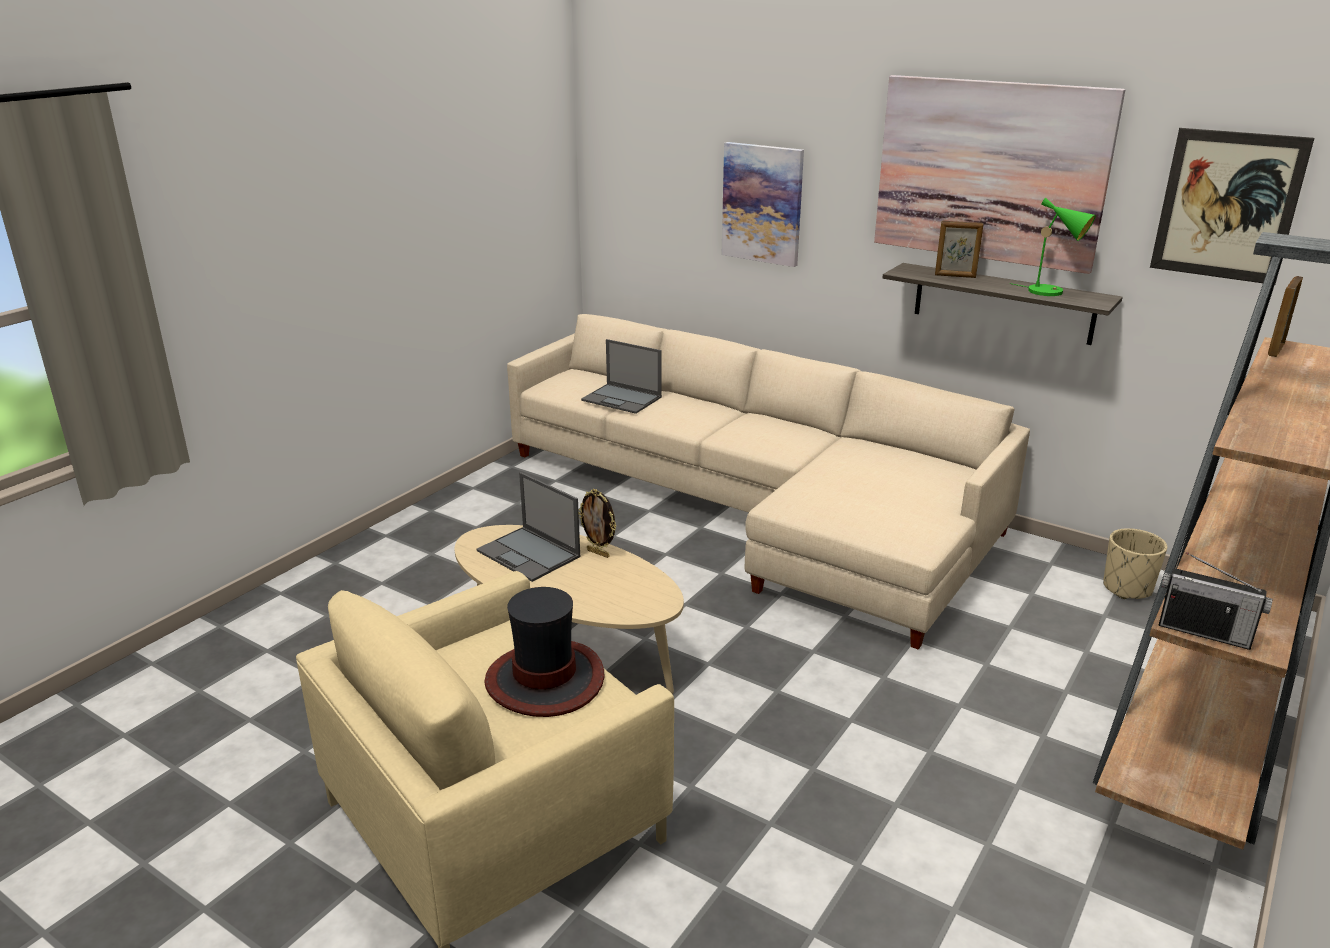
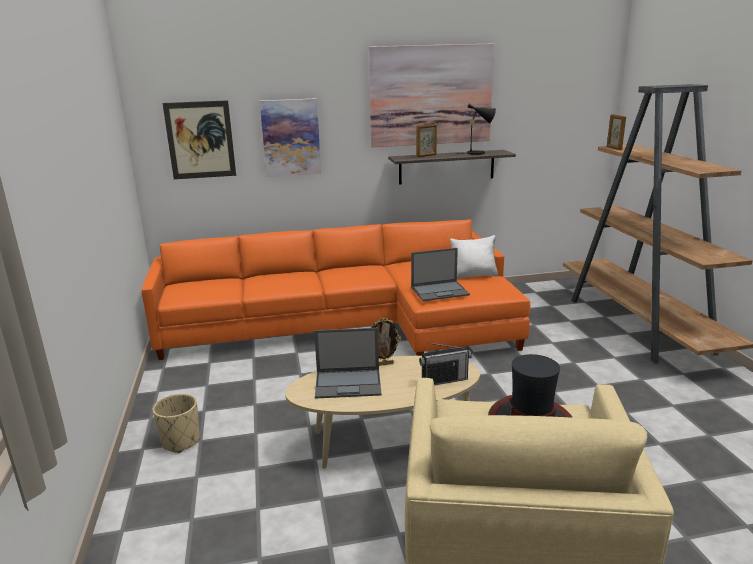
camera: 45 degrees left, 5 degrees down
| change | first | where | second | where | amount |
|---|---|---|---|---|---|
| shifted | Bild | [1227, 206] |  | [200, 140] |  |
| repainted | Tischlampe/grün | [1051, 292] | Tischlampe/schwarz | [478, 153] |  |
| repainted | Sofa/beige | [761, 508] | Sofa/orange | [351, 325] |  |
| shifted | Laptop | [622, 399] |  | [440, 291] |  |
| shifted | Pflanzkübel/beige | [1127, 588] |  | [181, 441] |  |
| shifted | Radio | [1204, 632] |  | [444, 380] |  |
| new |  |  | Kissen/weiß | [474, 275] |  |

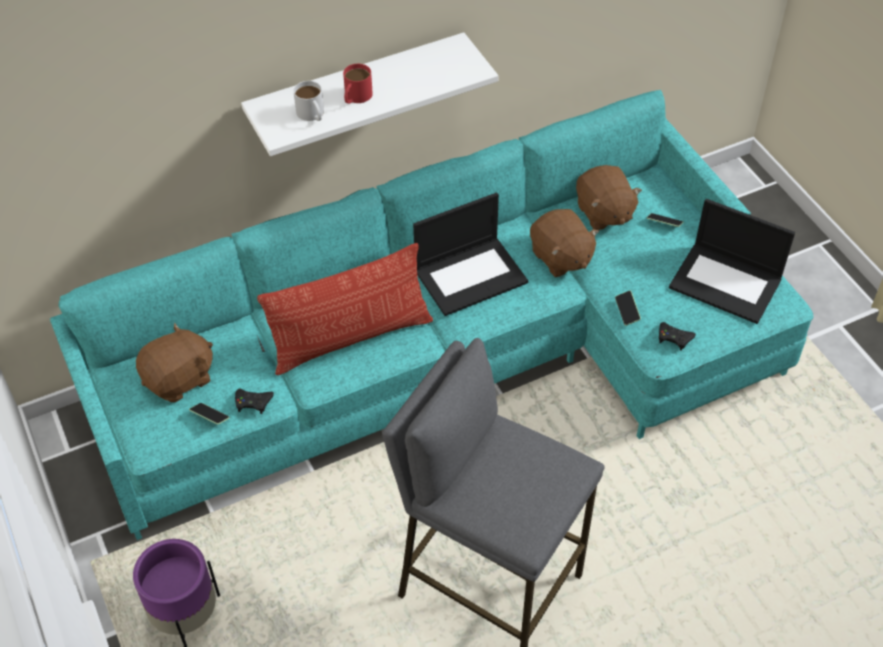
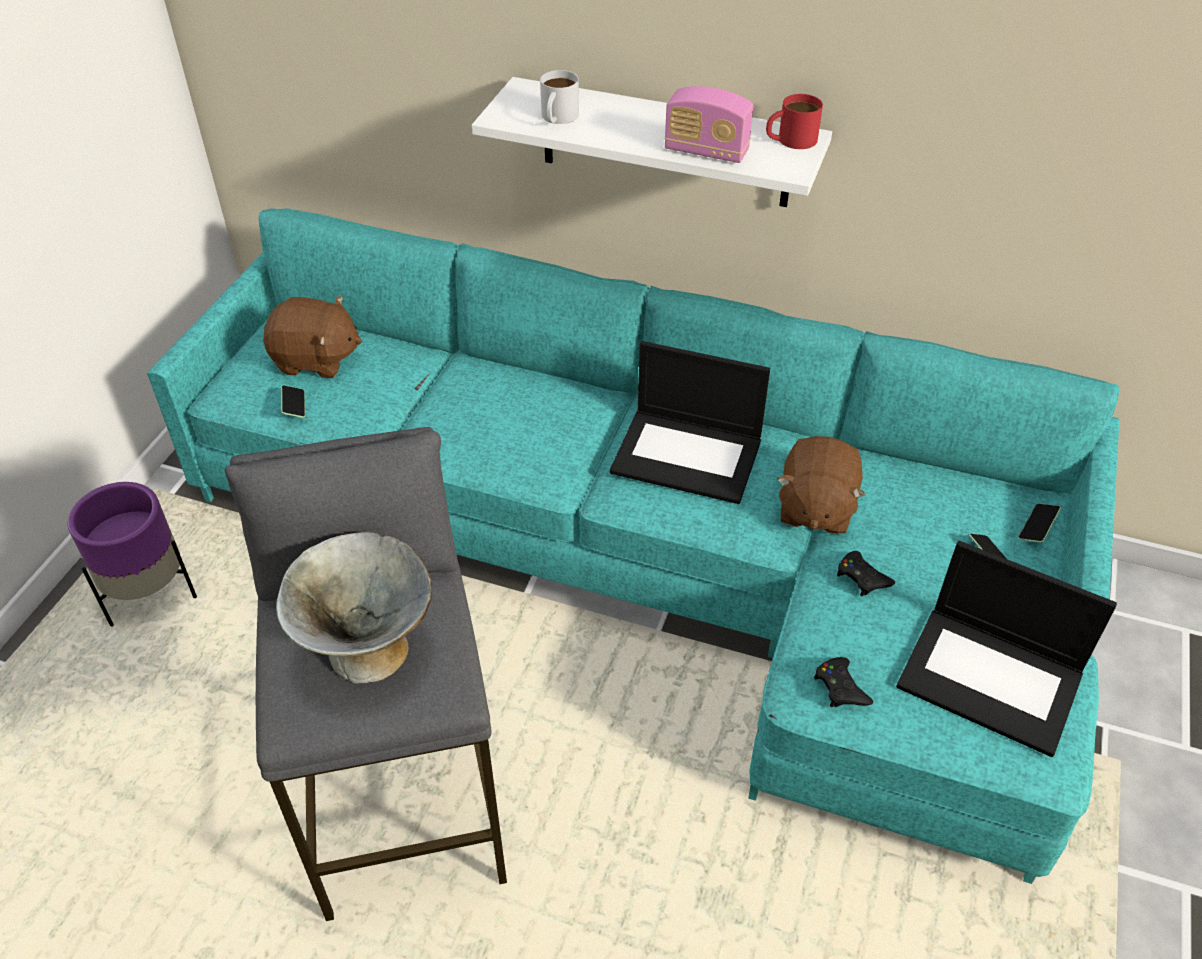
camera: 45 degrees right, 5 degrees down
| change | first | where | second | where | amount |
|---|---|---|---|---|---|
| shifted | Henkelbecher/rot | [355, 97] |  | [790, 140] |  |
| gone | Plüschtier/braun | [603, 213] |  |  |  |
| rotated | Laptop | [727, 283] |  | [992, 679] | 45 degrees counterclockwise |
| gone | Kissen | [351, 338] |  |  |  |
| shifted | Handy | [627, 311] |  | [1037, 528] |  |
| shifted | Gamepad/schwarz | [253, 402] |  | [862, 577] |  |
| new |  |  | Radio | [706, 151] |  |
| new |  |  | Schüssel/grau | [369, 651] |  |

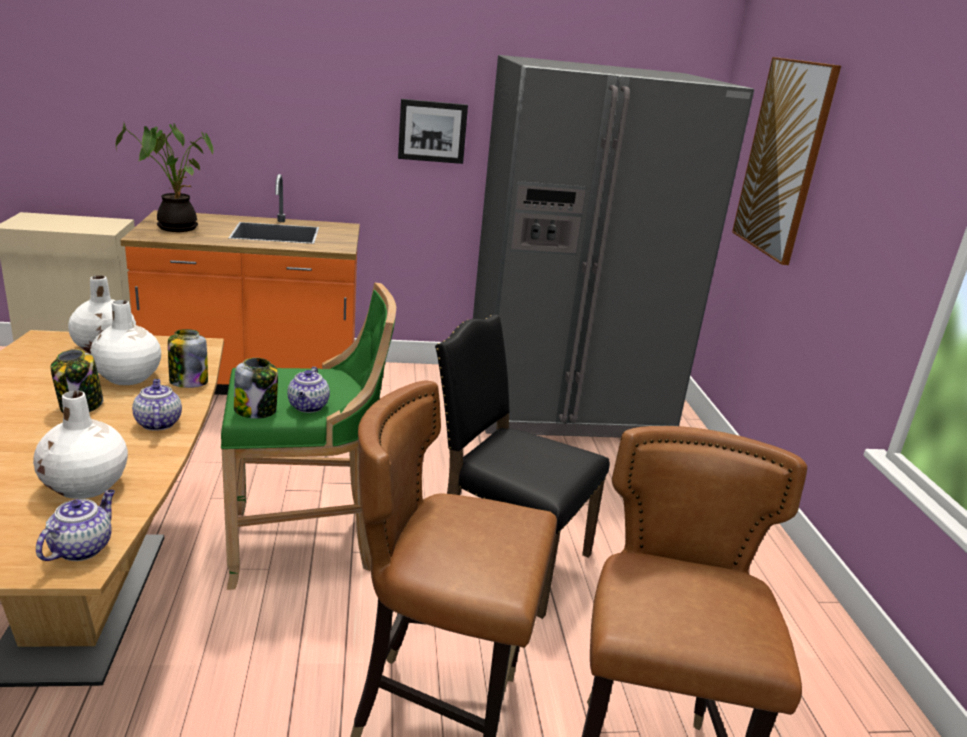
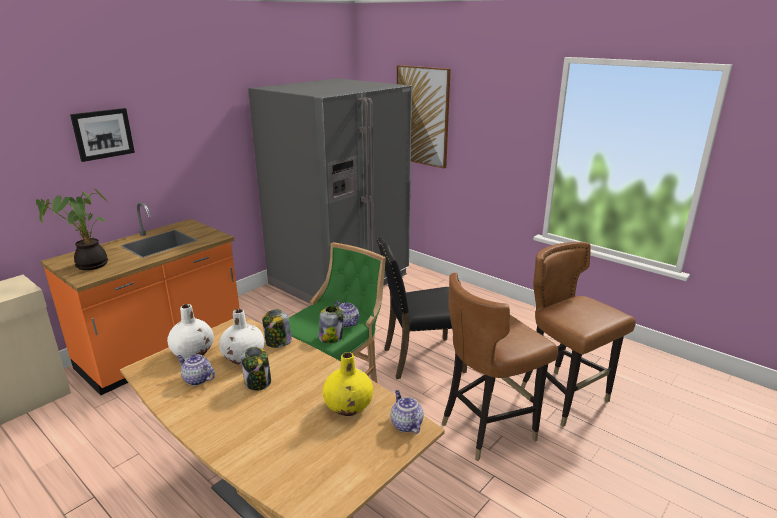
camera: 40 degrees left, 0 degrees up
| change | first | where | second | where | amount |
|---|---|---|---|---|---|
| shifted | Bild | [432, 131] |  | [103, 134] |  |
| shifted | Teekanne | [158, 423] |  | [197, 379] |  |
| repainted | Vase/weiß | [85, 486] | Vase/gelb | [349, 406] |  |

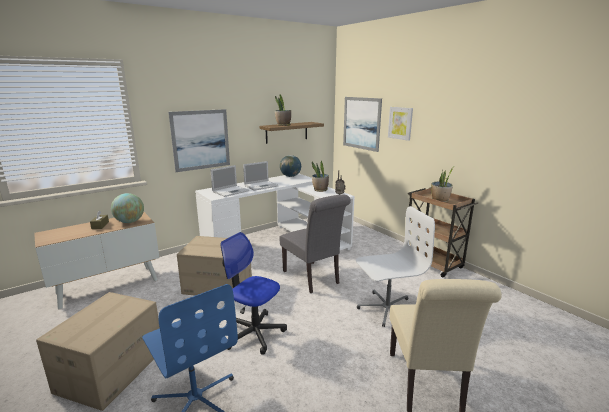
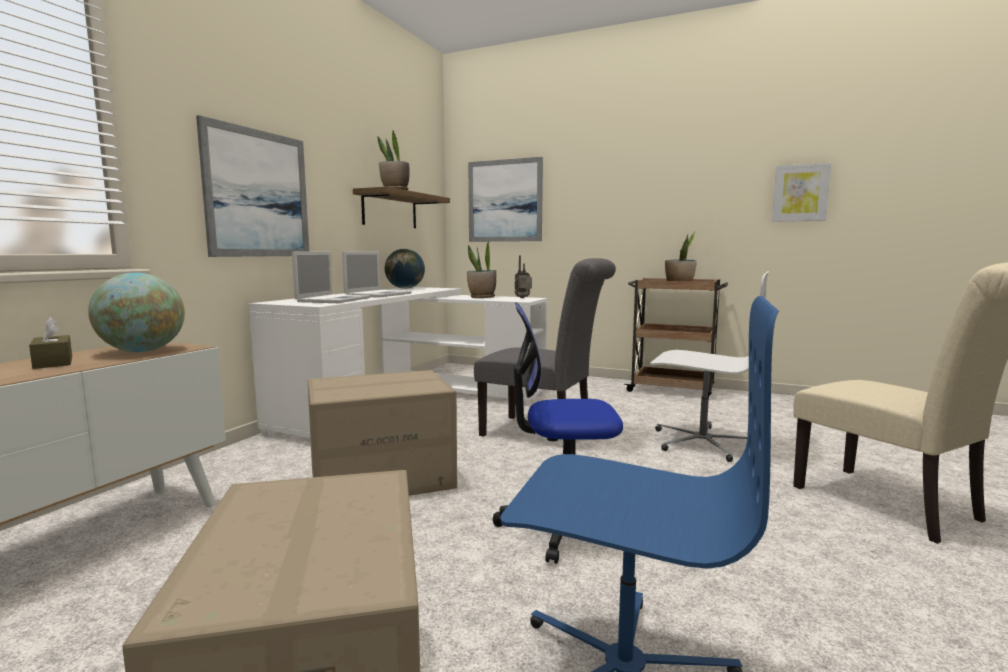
camera: 30 degrees left, 10 degrees down
| change | first | where | second | where | amount |
|---|---|---|---|---|---|
| shifted | Bild | [400, 123] |  | [800, 193] |  |
| rotated | Bürostuhl/weiß | [386, 308] |  | [701, 442] | 75 degrees clockwise |

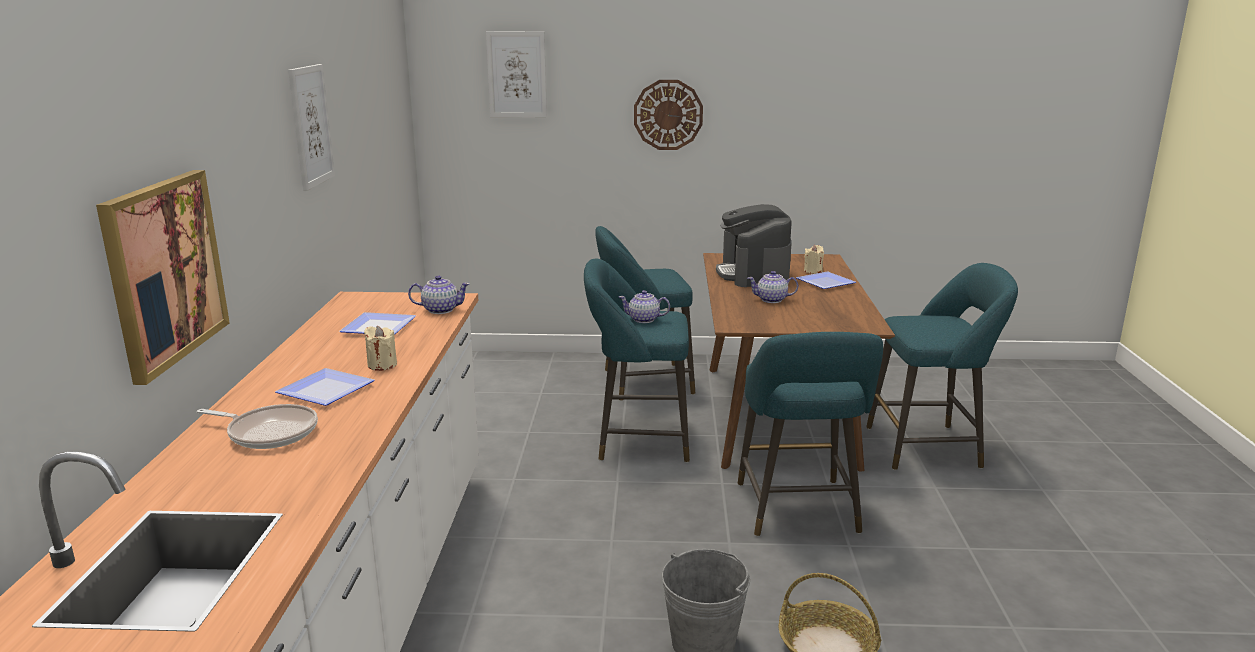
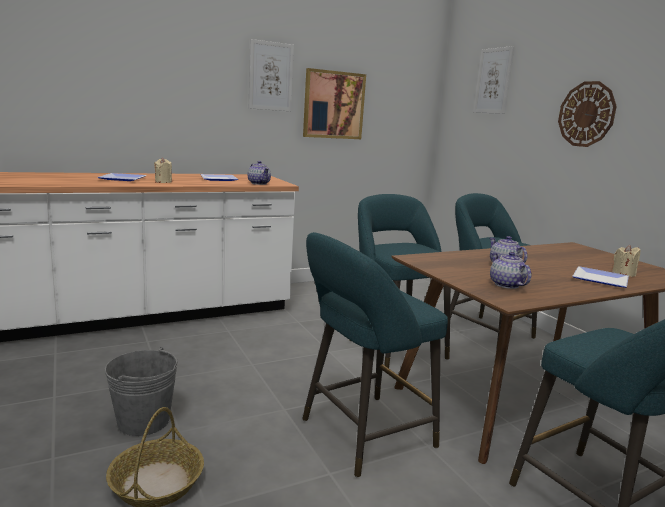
camera: 60 degrees right, 5 degrees down
| change | first | where | second | where | amount |
|---|---|---|---|---|---|
| shifted | Bild | [164, 271] |  | [333, 105] |  |
| gone | Kaffeemaschine | [753, 274] |  |  |  |
| shifted | Teekanne | [644, 319] |  | [506, 285] |  |
| gone | Pfanne | [269, 432] |  |  |  |

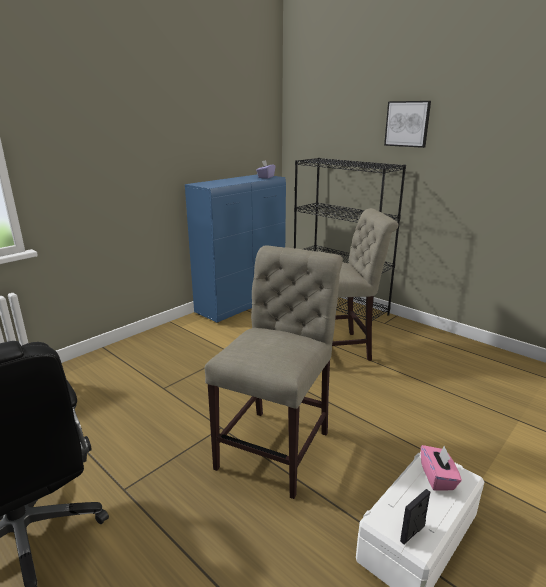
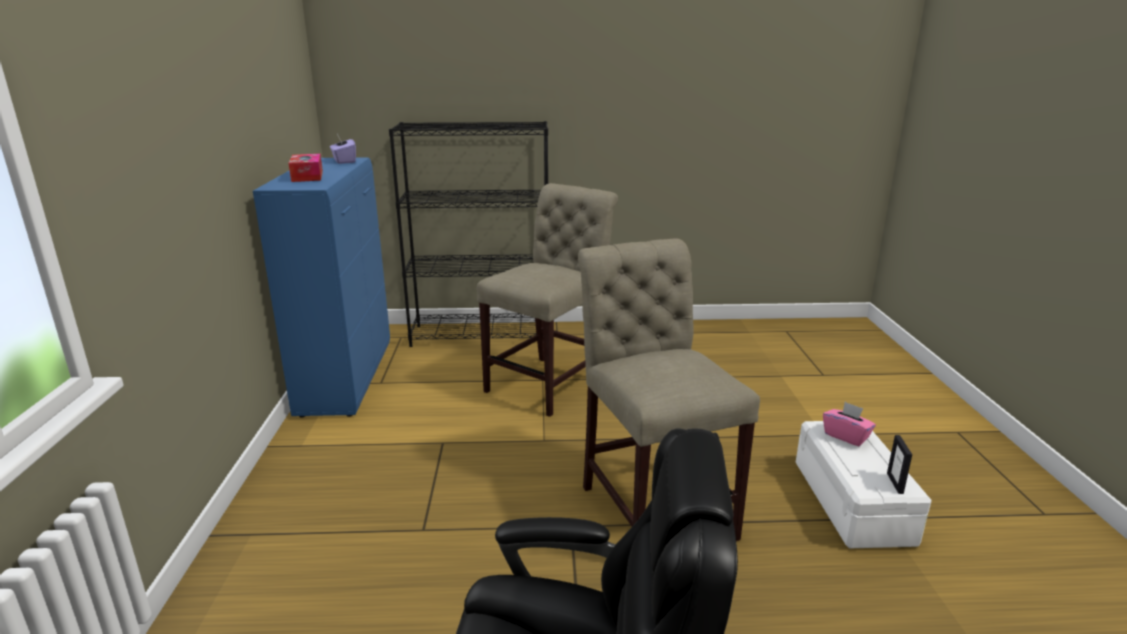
camera: 45 degrees left, 0 degrees up
| change | first | where | second | where | amount |
|---|---|---|---|---|---|
| gone | Bild | [407, 124] |  |  |  |
| new |  |  | Taschentuchbox | [307, 176] |  |

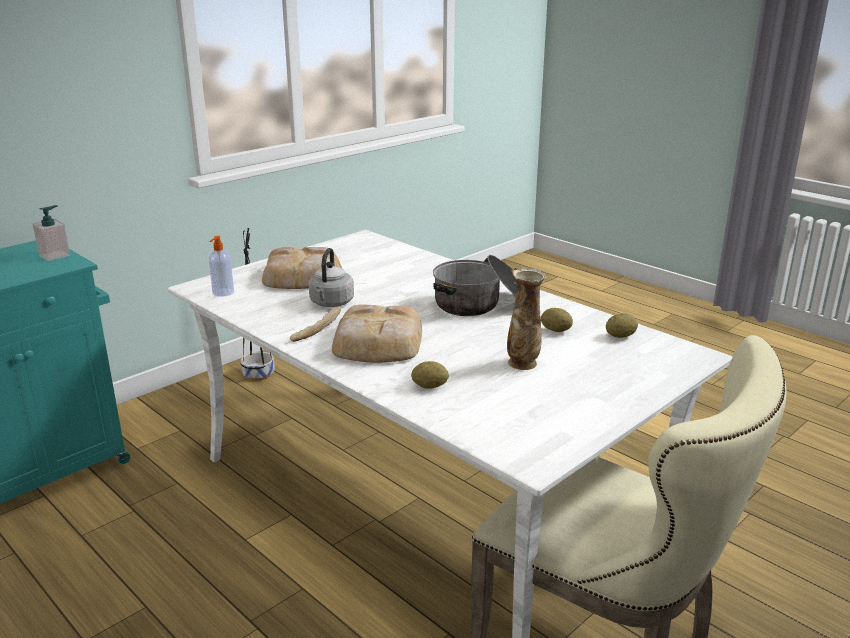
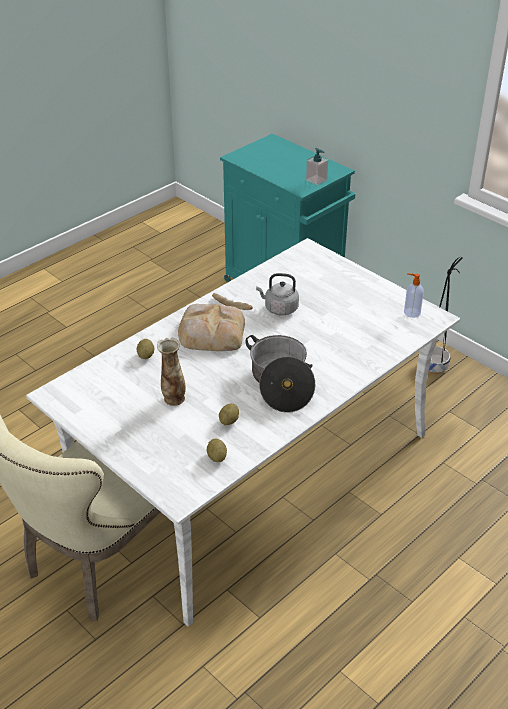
camera: 90 degrees right, 15 degrees up
| change | first | where | second | where | amount |
|---|---|---|---|---|---|
| shifted | Seifenspender | [222, 293] |  | [411, 312] |  |
| gone | Brot | [303, 276] |  |  |  |

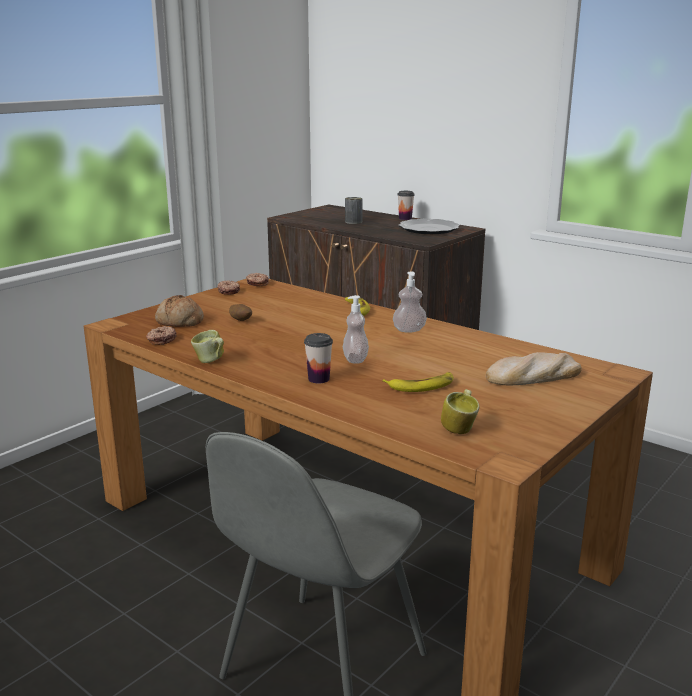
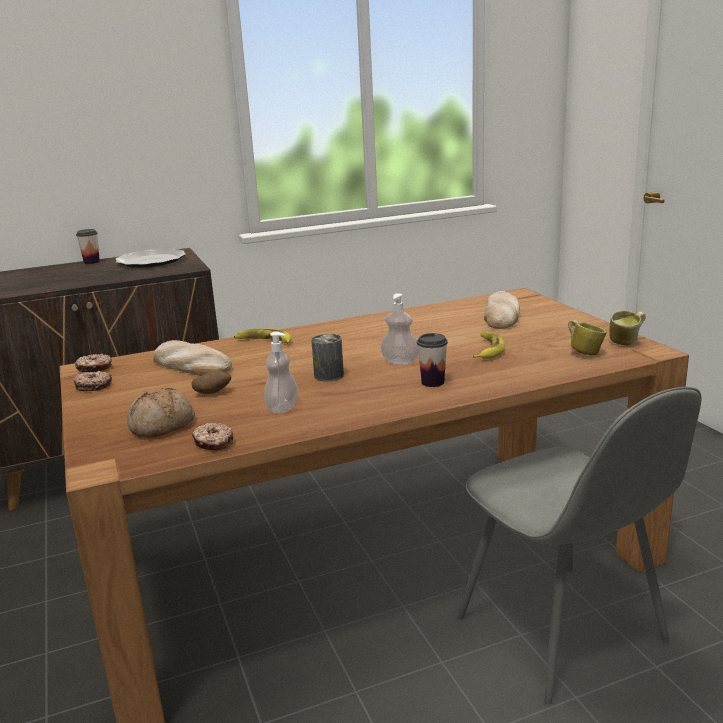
camera: 60 degrees left, 0 degrees up
| change | first | where | second | where | amount |
|---|---|---|---|---|---|
| shifted | Dose | [353, 222] |  | [329, 375] |  |
| shifted | Seifenspender | [409, 330] |  | [282, 408] |  |
| shifted | Henkelbecher | [210, 362] |  | [627, 342] |  |
| new |  |  | Brot | [190, 365] |  |

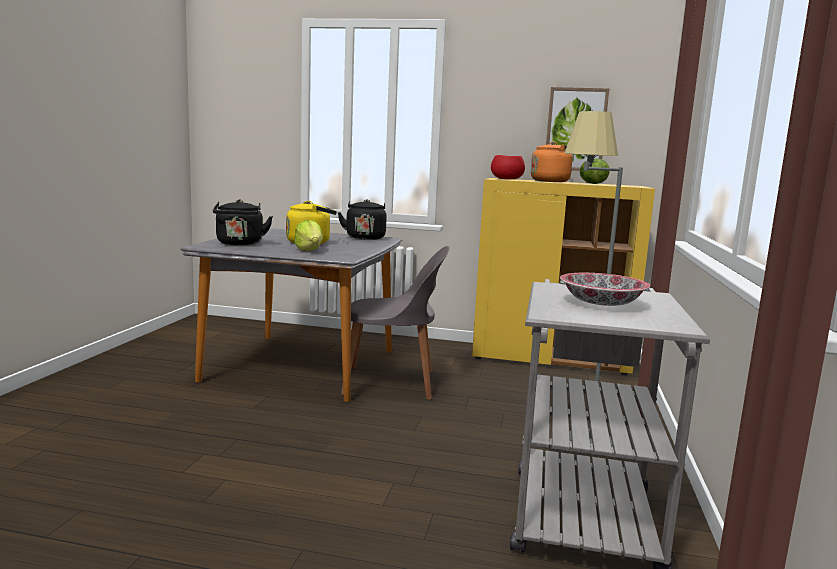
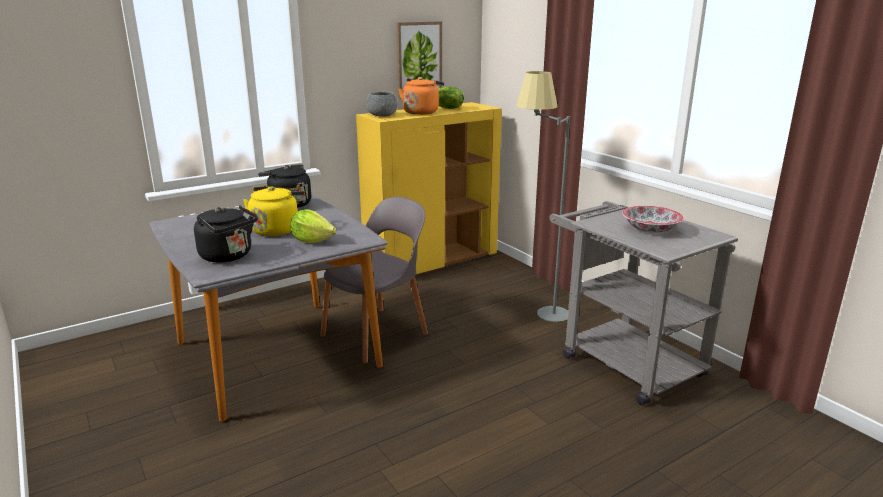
camera: 45 degrees left, 10 degrees up
| change | first | where | second | where | amount |
|---|---|---|---|---|---|
| repainted | Schüssel/rot | [507, 179] | Schüssel/grau | [382, 115] |  |

